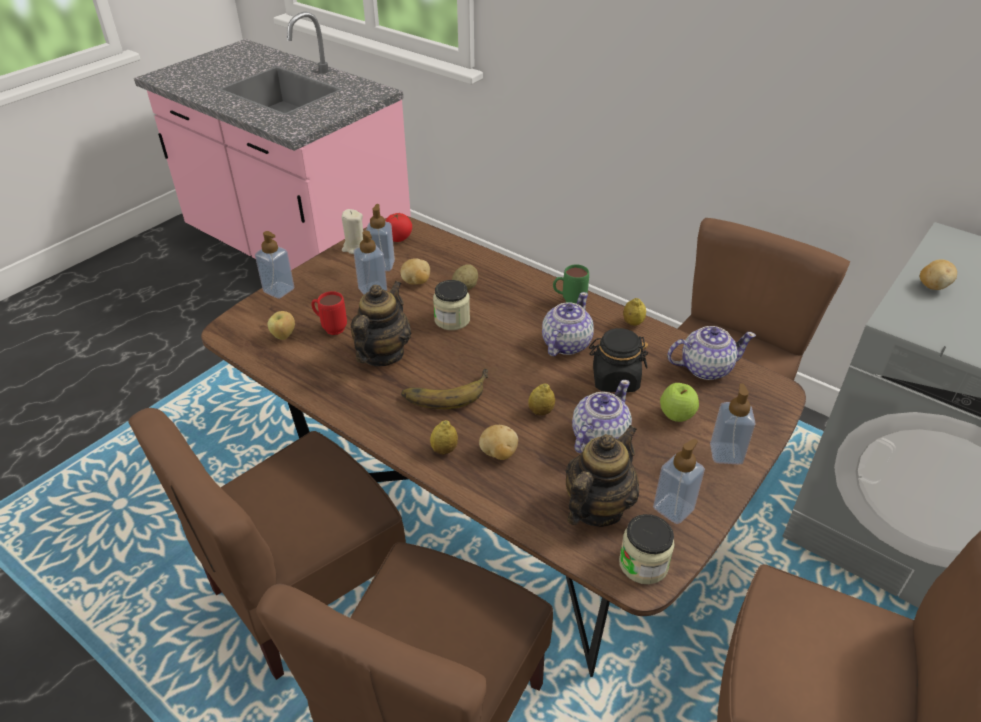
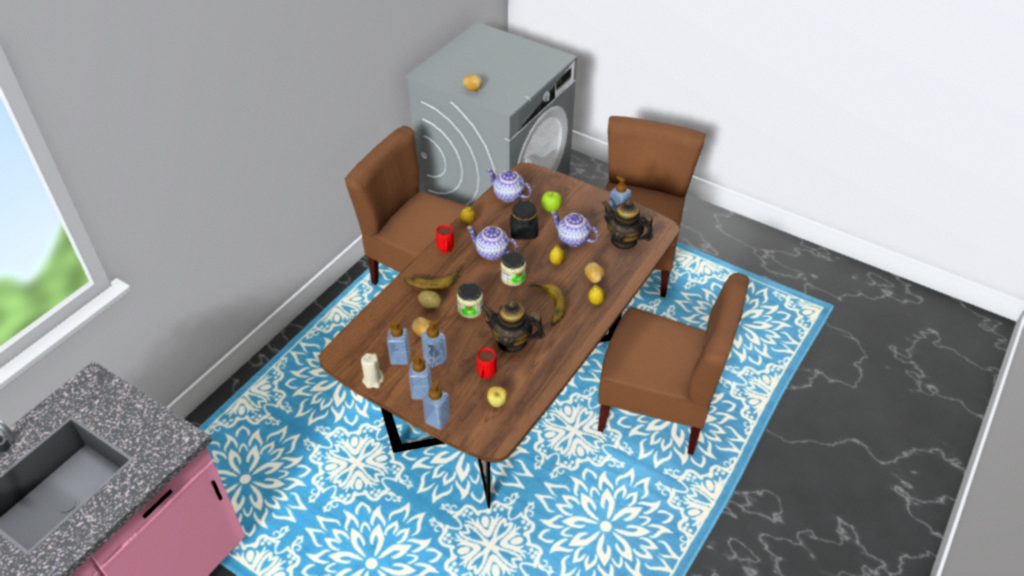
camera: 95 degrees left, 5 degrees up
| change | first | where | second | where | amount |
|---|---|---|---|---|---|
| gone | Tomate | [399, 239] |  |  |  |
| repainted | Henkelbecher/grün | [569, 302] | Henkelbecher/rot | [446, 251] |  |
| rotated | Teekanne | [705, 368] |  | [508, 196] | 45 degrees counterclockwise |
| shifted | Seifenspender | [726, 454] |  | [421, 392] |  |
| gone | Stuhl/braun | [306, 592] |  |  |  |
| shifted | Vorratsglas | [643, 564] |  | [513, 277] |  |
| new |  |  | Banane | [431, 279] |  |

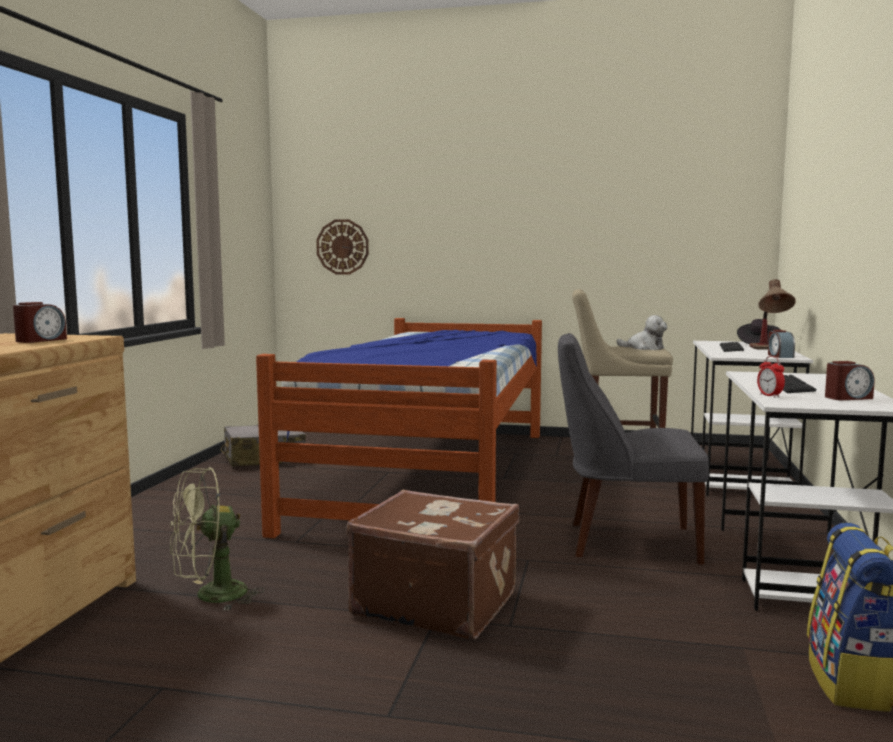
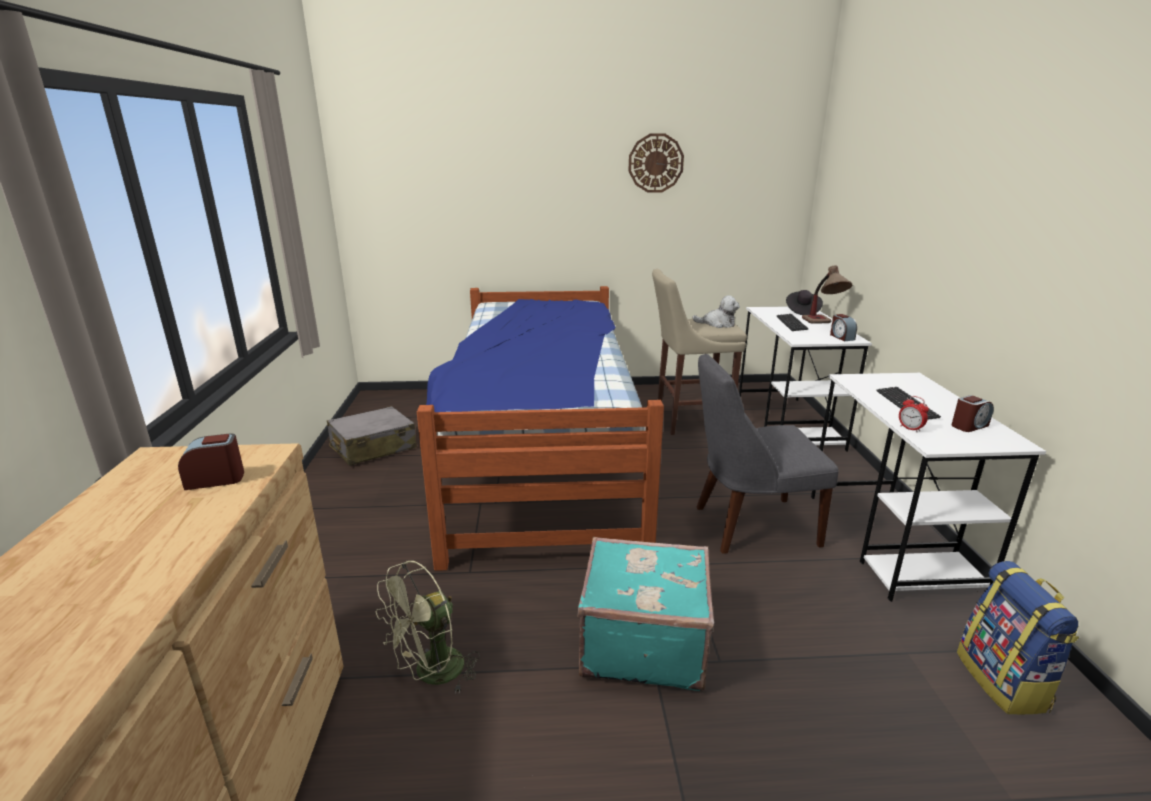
camera: 15 degrees left, 15 degrees up
| change | first | where | second | where | amount |
|---|---|---|---|---|---|
| shifted | Wanduhr | [342, 247] |  | [655, 163] |  |
| rotated | Wecker | [40, 340] |  | [215, 479] | 120 degrees counterclockwise |
| repainted | Koffer/braun | [436, 603] | Koffer/türkis | [642, 641] |  |

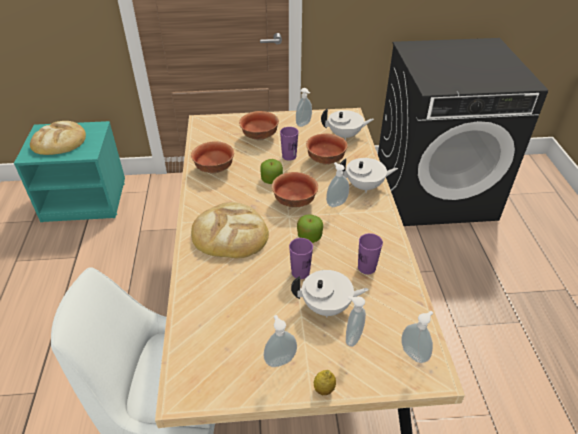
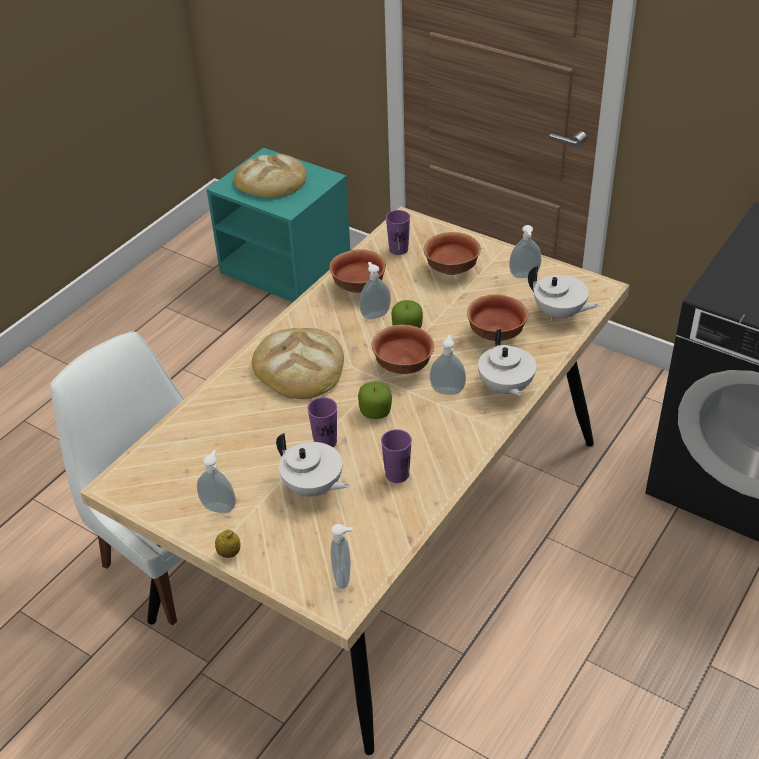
camera: 40 degrees right, 0 degrees up
| change | first | where | second | where | amount |
|---|---|---|---|---|---|
| shifted | Tasse/lila | [289, 156] |  | [398, 249] |  |
| rotated | Teekanne/weiß | [365, 186] |  | [505, 388] | 45 degrees clockwise |
| shifted | Seifenspender | [352, 337] |  | [375, 314] |  |

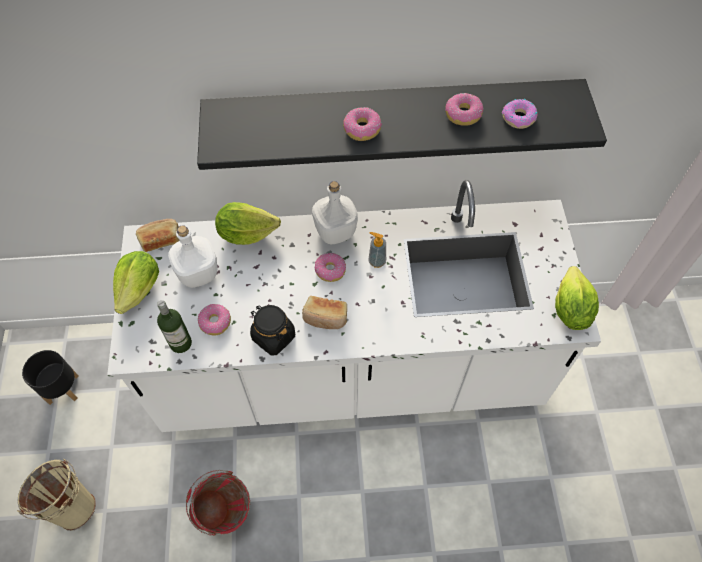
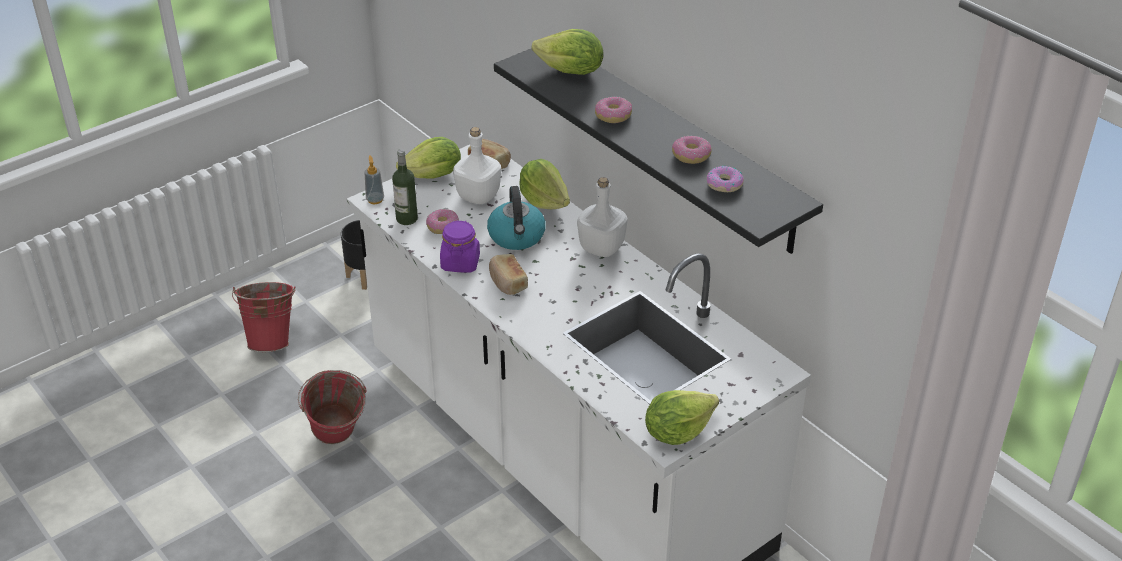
camera: 55 degrees right, 20 degrees down
| change | first | where | second | where | amount |
|---|---|---|---|---|---|
| shifted | Seifenspender | [377, 261] |  | [375, 200] |  |
| gone | Donut | [330, 270] |  |  |  |
| repainted | Vorratsglas/schwarz | [273, 337] | Vorratsglas/lila | [460, 262] |  |
| repainted | Eimer/beige | [70, 503] | Eimer/rot | [272, 340] |  |
| new |  |  | Salatkopf | [571, 72] |  |
| new |  |  | Wasserkessel | [517, 237] |  |

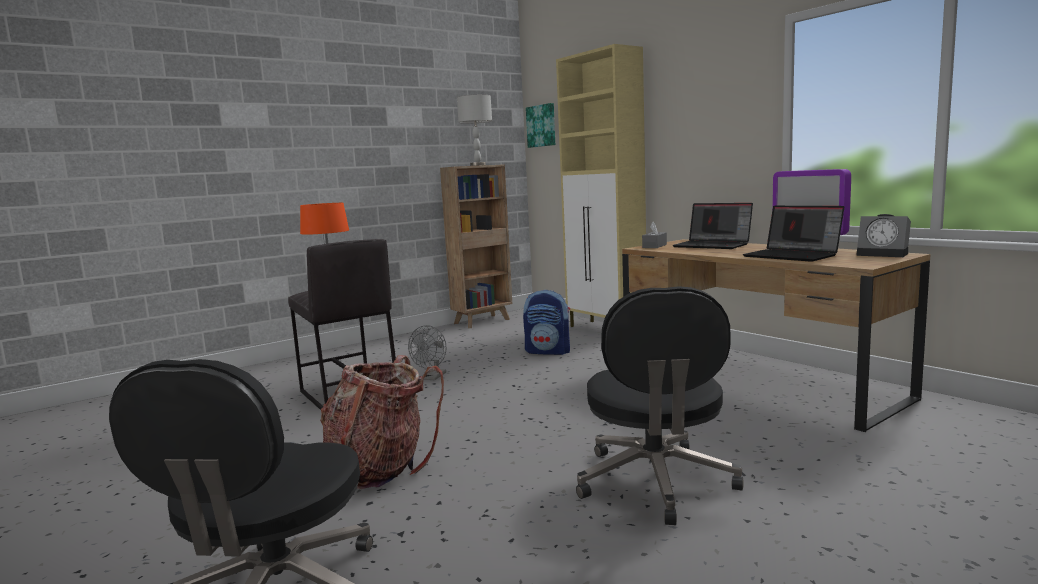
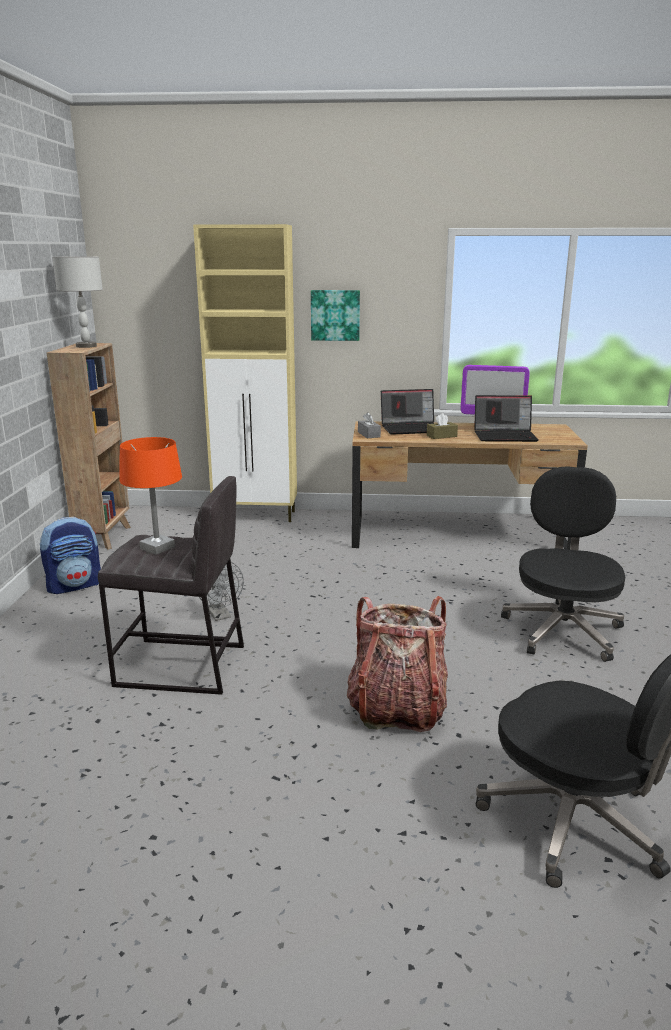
camera: 50 degrees left, 10 degrees up
| change | first | where | second | where | amount |
|---|---|---|---|---|---|
| shifted | Bild | [542, 126] |  | [335, 315] |  |
| gone | Wecker | [884, 254] |  |  |  |
| rotated | Bürostuhl/schwarz | [655, 483] |  | [562, 629] | 120 degrees counterclockwise |
| shifted | Rucksack | [548, 351] |  | [75, 585] |  |
| new |  |  | Taschentuchbox/braun | [441, 436] |  |

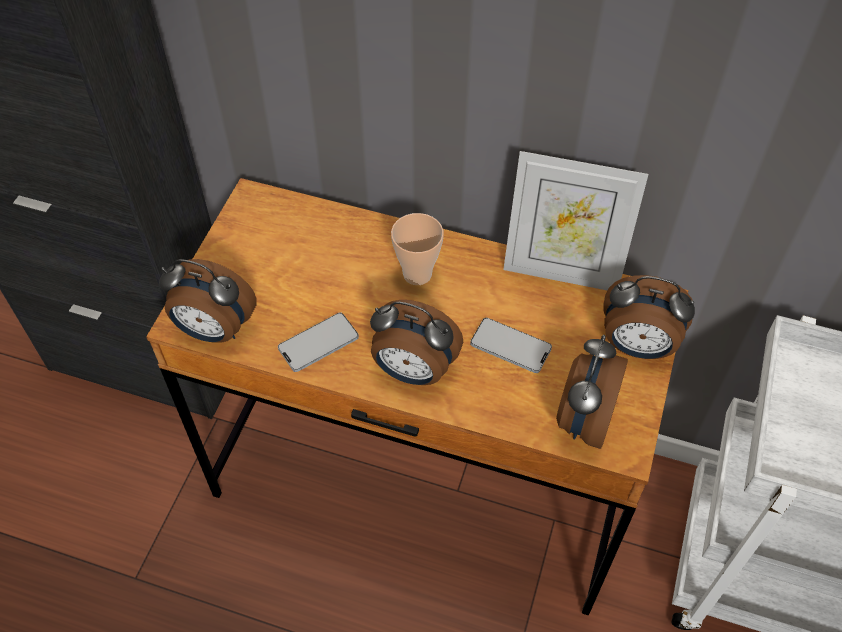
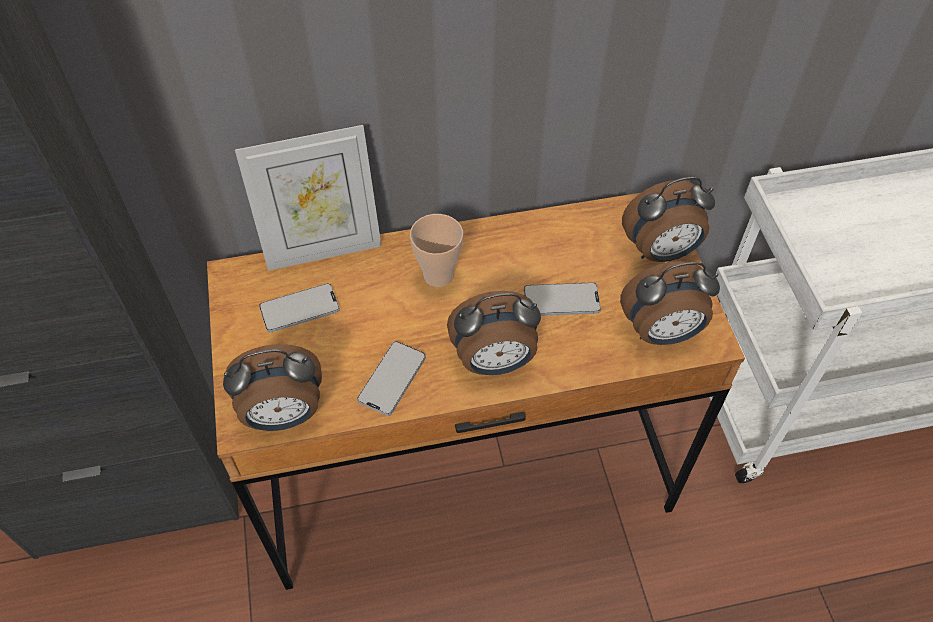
camera: 30 degrees left, 0 degrees up
| change | first | where | second | where | amount |
|---|---|---|---|---|---|
| shifted | Bilderrahmen | [562, 271] |  | [323, 249] |  |
| rotated | Wecker | [583, 419] |  | [661, 333] | 90 degrees counterclockwise |
| new |  |  | Handy | [299, 309] |  |

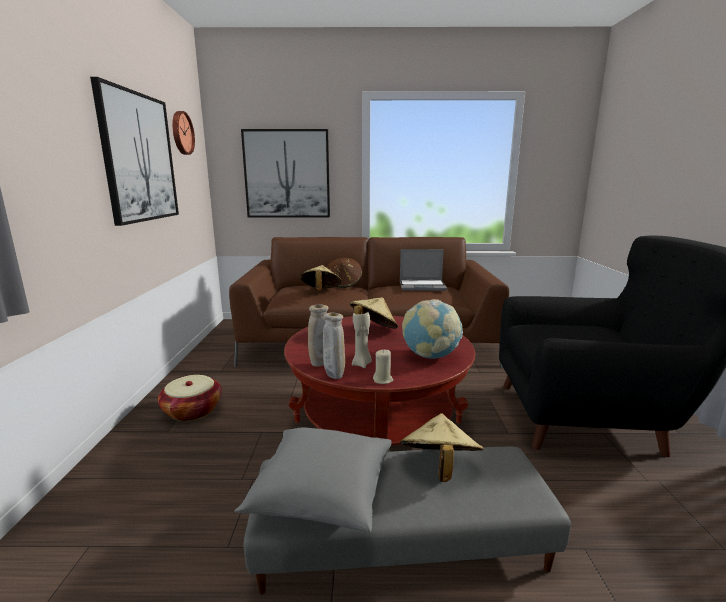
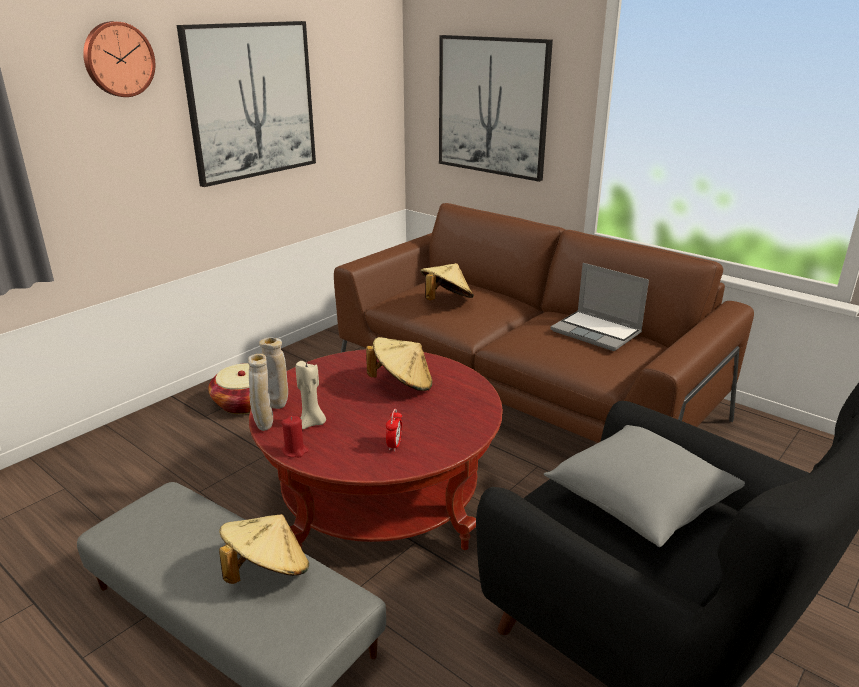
camera: 40 degrees right, 10 degrees up
| change | first | where | second | where | amount |
|---|---|---|---|---|---|
| shifted | Wanduhr | [181, 133] |  | [118, 59] |  |
| gone | Hut/braun | [343, 284] |  |  |  |
| swapped | Globus | [430, 356] | Wecker | [394, 445] |  |
| repainted | Kerze/beige | [383, 380] | Kerze/rot | [295, 451] |  |
| shifted | Kissen/grau | [321, 495] |  | [638, 502] |  |

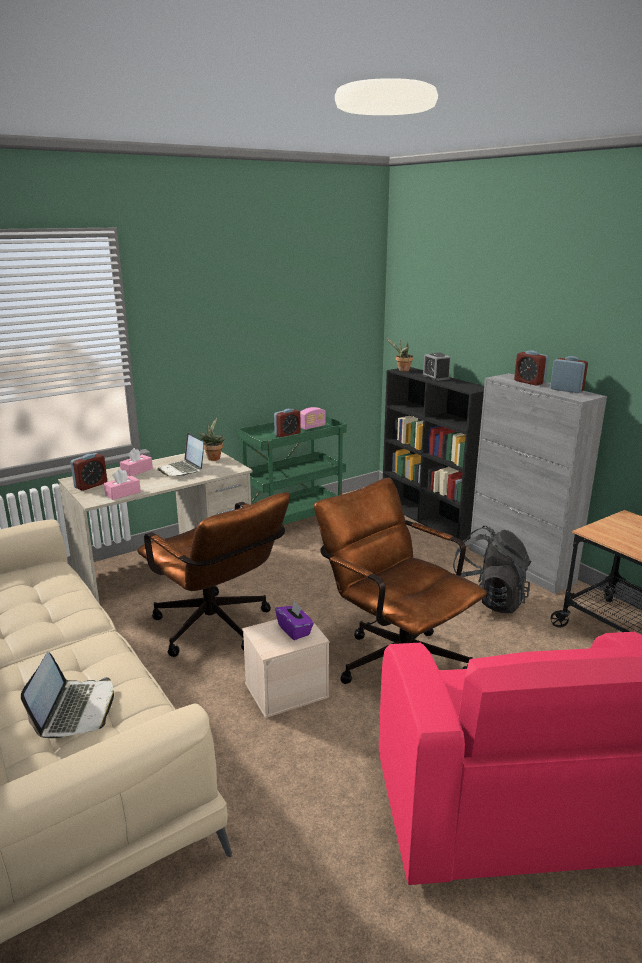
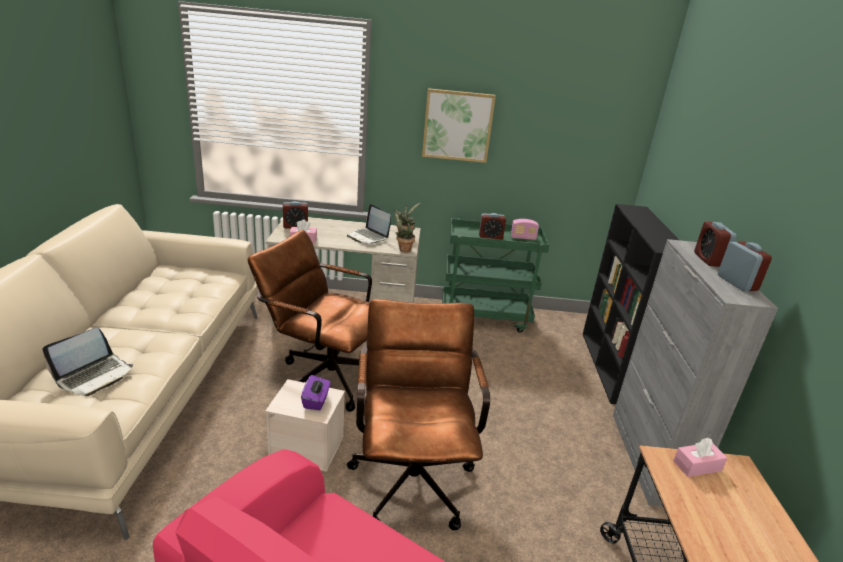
camera: 35 degrees right, 5 degrees up
| change | first | where | second | where | amount |
|---|---|---|---|---|---|
| shifted | Topfpflanze | [402, 370] |  | [403, 249] |  |
| gone | Wecker | [435, 377] |  |  |  |
| rotated | Laptop | [182, 470] |  | [368, 237] | 45 degrees counterclockwise |
| shifted | Taschentuchbox/rosa | [137, 471] |  | [697, 466] |  |
| rotated | Bürostuhl/braun | [218, 630] |  | [323, 375] | 120 degrees clockwise |
| gone | Rucksack/schwarz | [486, 601] |  |  |  |
| new |  |  | Bild | [457, 125] |  |

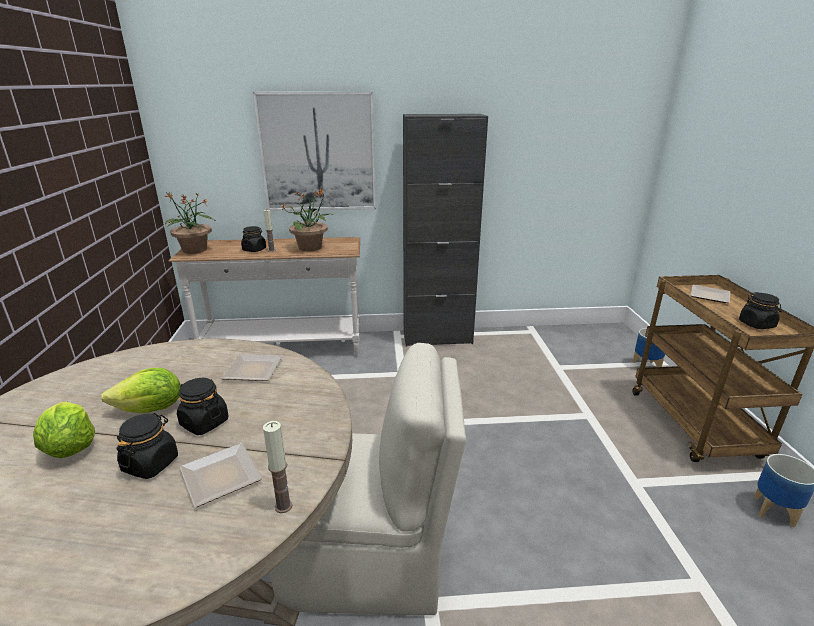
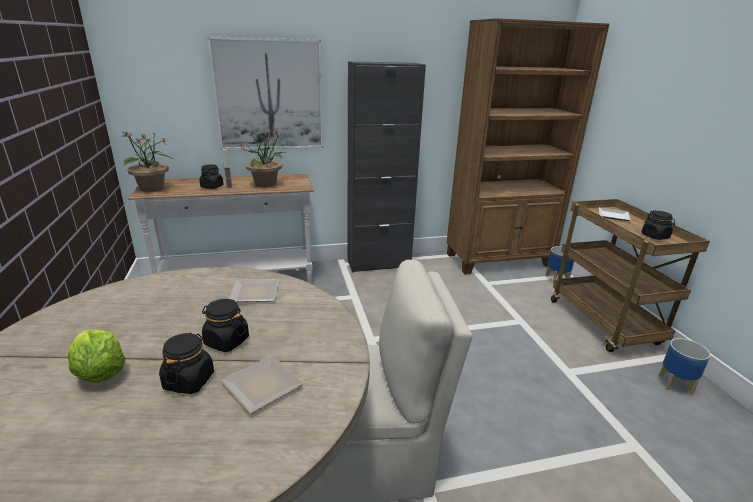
camera: 10 degrees left, 0 degrees up
| change | first | where | second | where | amount |
|---|---|---|---|---|---|
| gone | Salatkopf | [151, 410] |  |  |  |
| gone | Kerze | [283, 506] |  |  |  |
| new |  |  | Bücherregal/braun | [499, 260] |  |

